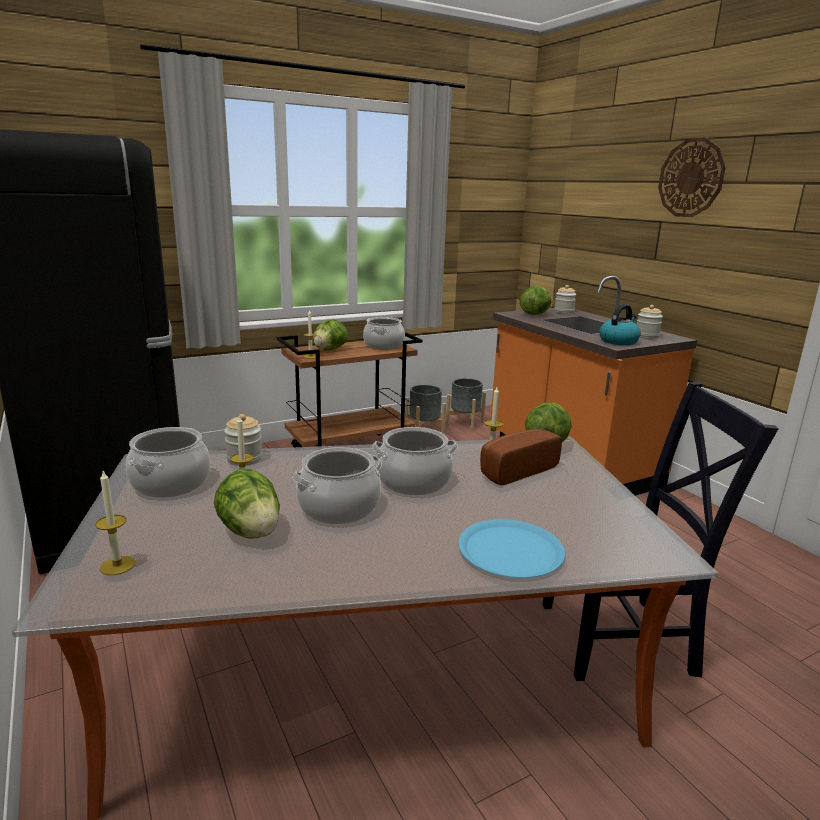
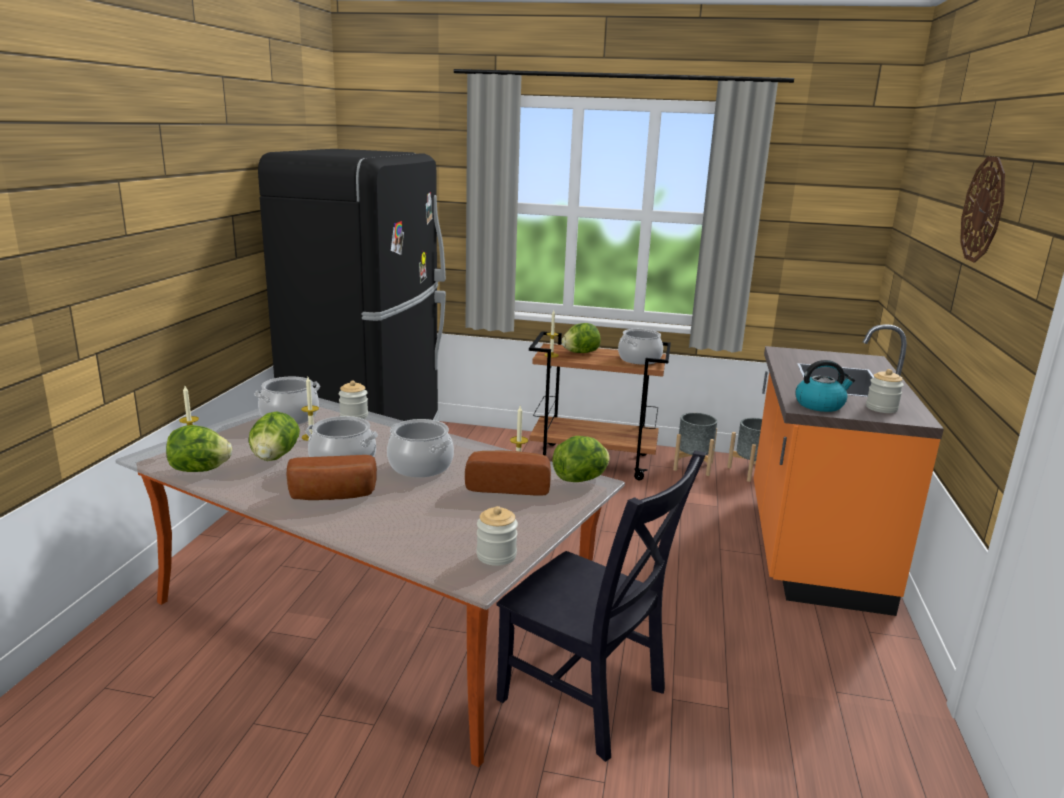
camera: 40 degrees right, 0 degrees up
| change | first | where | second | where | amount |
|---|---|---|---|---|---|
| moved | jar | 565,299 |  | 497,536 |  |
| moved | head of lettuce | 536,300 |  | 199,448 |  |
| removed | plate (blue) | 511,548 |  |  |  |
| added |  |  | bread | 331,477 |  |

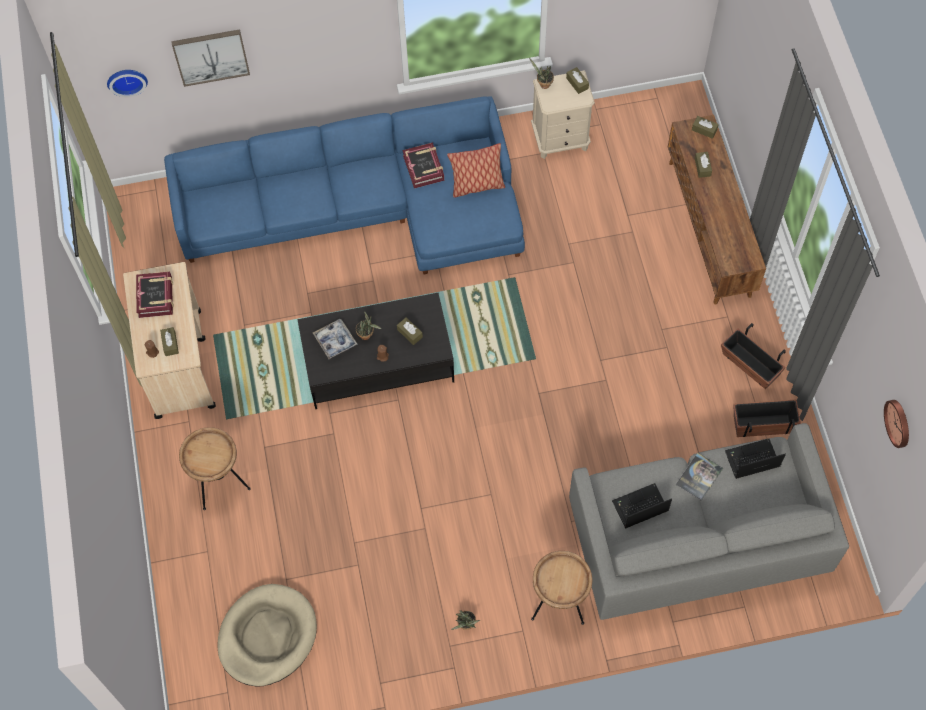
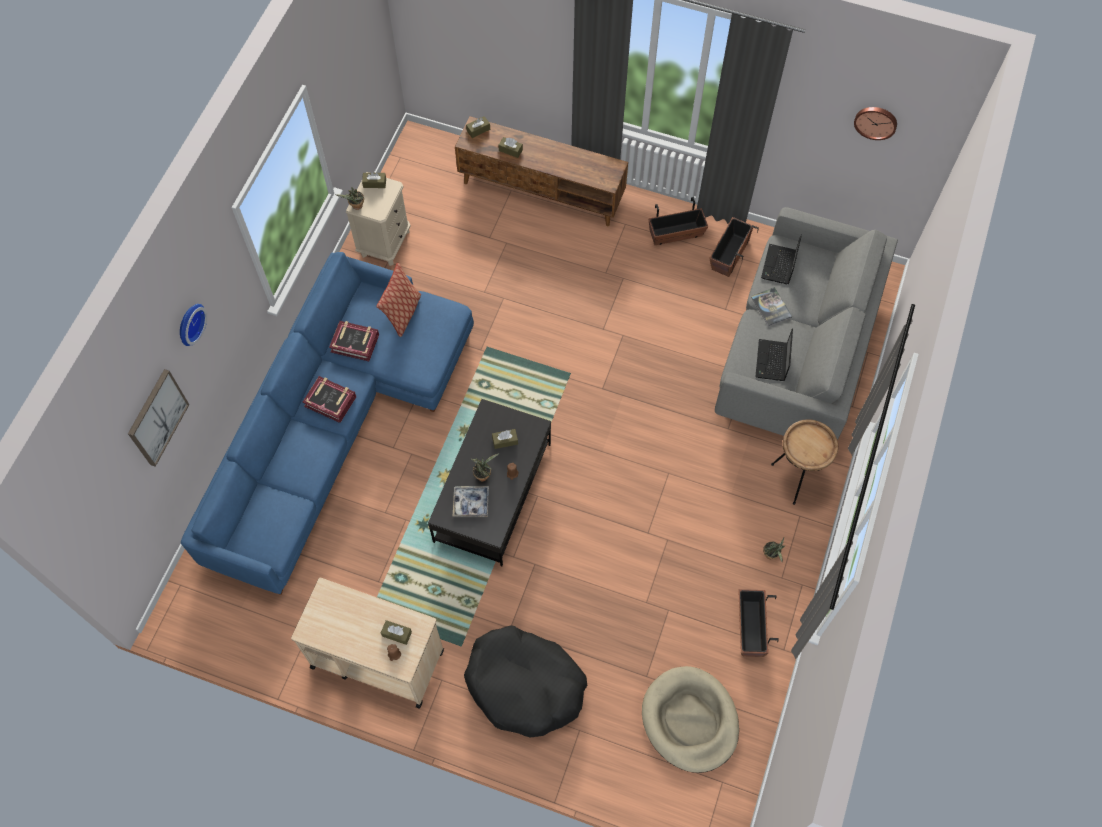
camera: 60 degrees left, 0 degrees up
| change | first | where | second | where | amount |
|---|---|---|---|---|---|
| moved | clock on the wall | 127,83 |  | 193,325 |  |
| moved | bound book | 155,294 |  | 329,399 |  |
| replaced | accent table (brown-coloured) | 215,468 | pet bed (blackish) | 525,681 |  |
| added |  |  | plant pot | 758,623 |  |

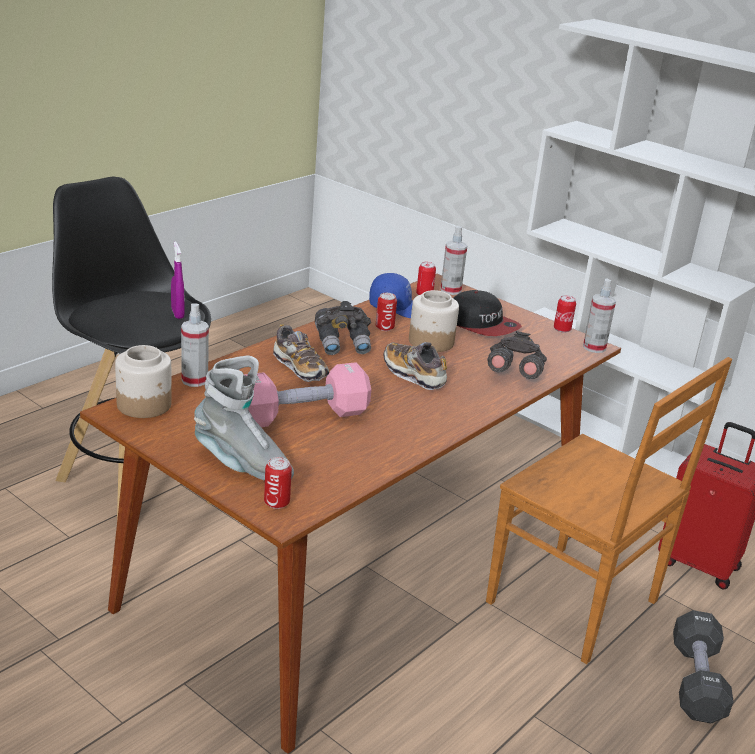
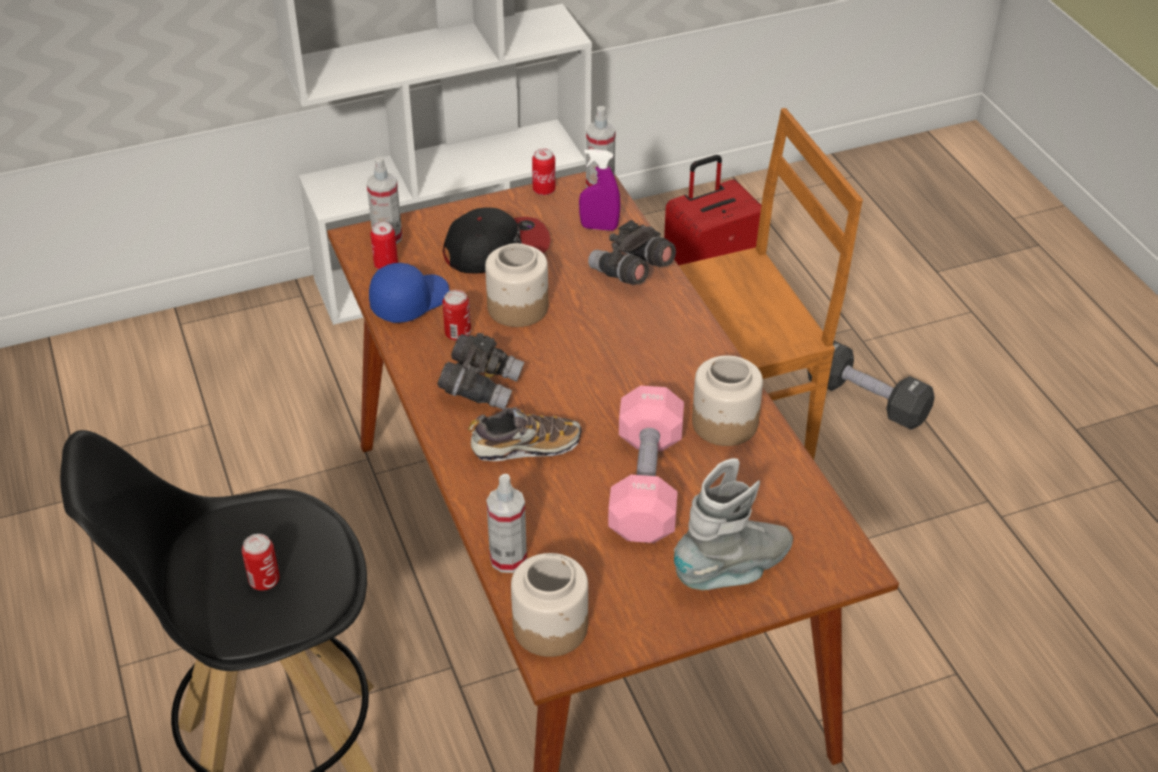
camera: 60 degrees left, 15 degrees up
| change | first | where | second | where | amount |
|---|---|---|---|---|---|
| moved | spray bottle (purple-coloured) | 177,280 |  | 599,190 |  |
| removed | shoe | 415,366 |  |  |  |
| moved | can | 278,483 |  | 261,562 |  |
| added |  |  | jar | 727,401 |  |

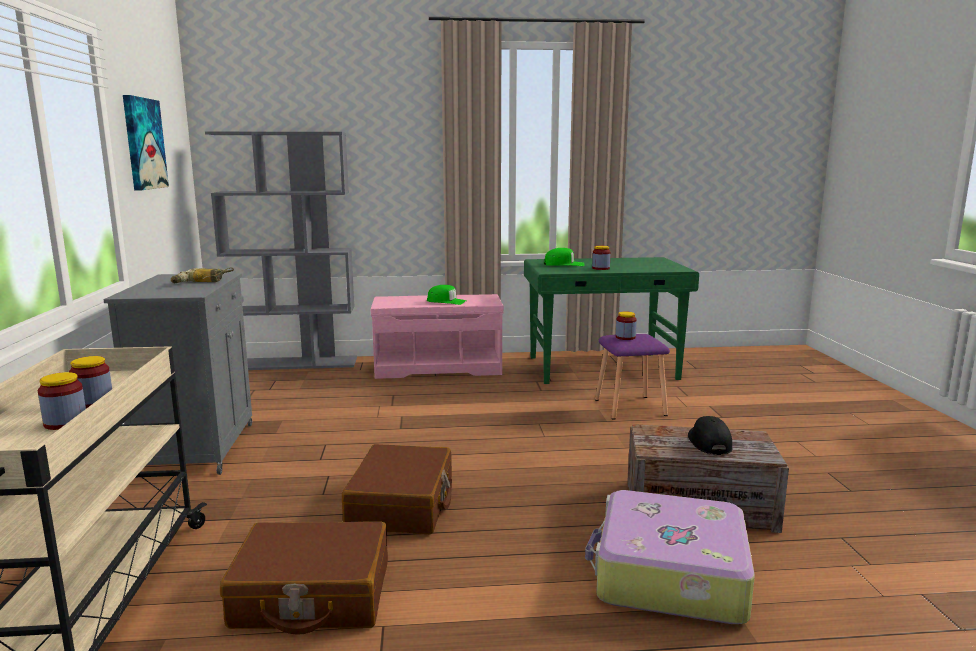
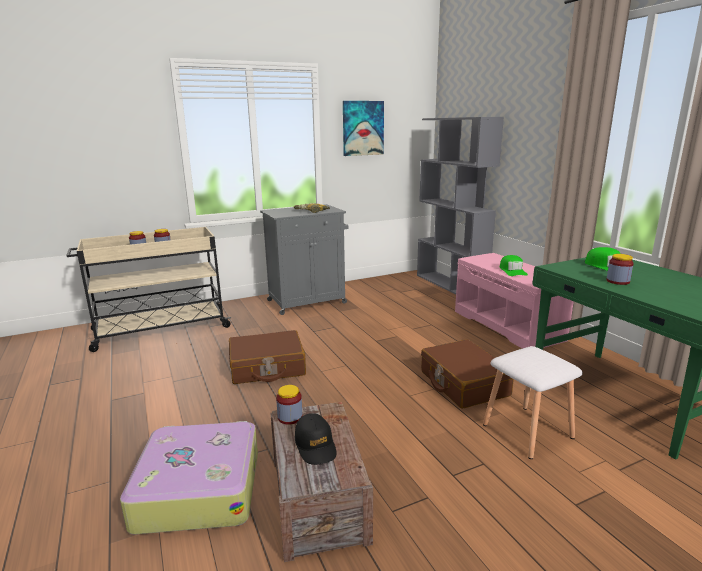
camera: 70 degrees right, 5 degrees up
| change | first | where | second | where | amount |
|---|---|---|---|---|---|
| moved | jar | 626,325 |  | 289,405 |  |
| recoloured | sitting stool (purple-coloured) | 632,377 | sitting stool (white) | 533,402 |  |
| turned | baseball cap (blackish) | 710,435 |  | 316,439 | 90 degrees clockwise |
| moved | suitcase (brown-coloured) | 304,578 |  | 467,374 |  |

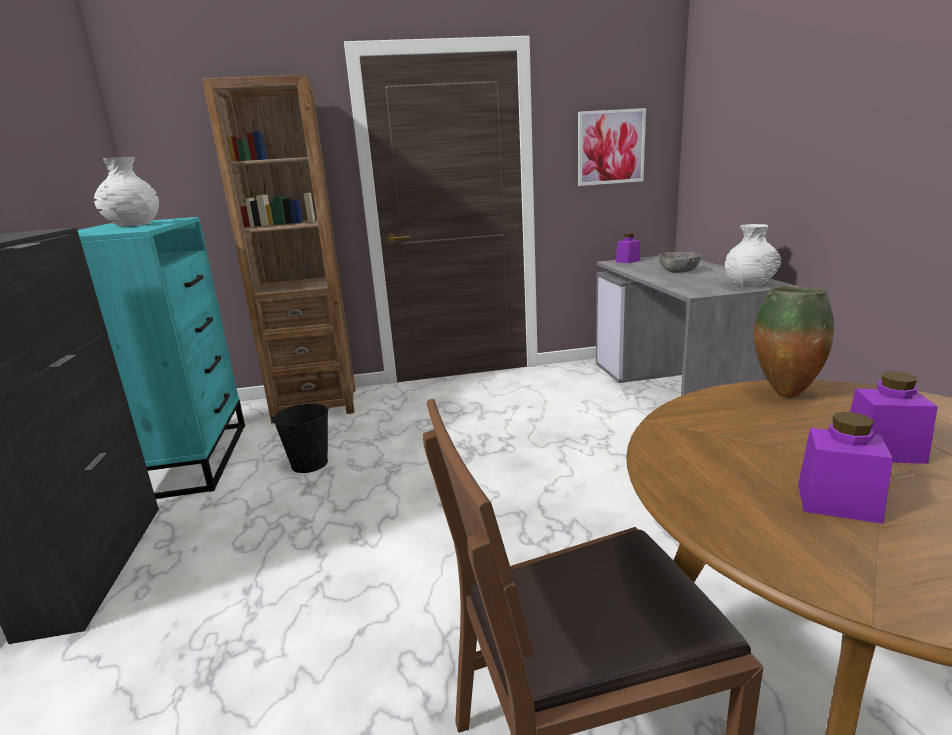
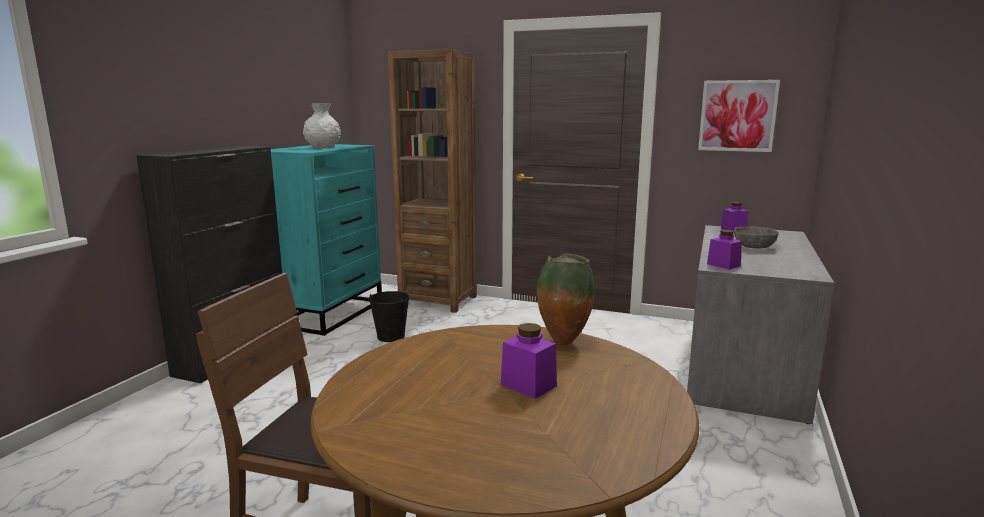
camera: 30 degrees right, 5 degrees down
| change | first | where | second | where | amount |
|---|---|---|---|---|---|
| removed | vase (white) | 753,255 |  |  |  |
| moved | jar (purple-coloured) | 845,468 |  | 724,250 |  |

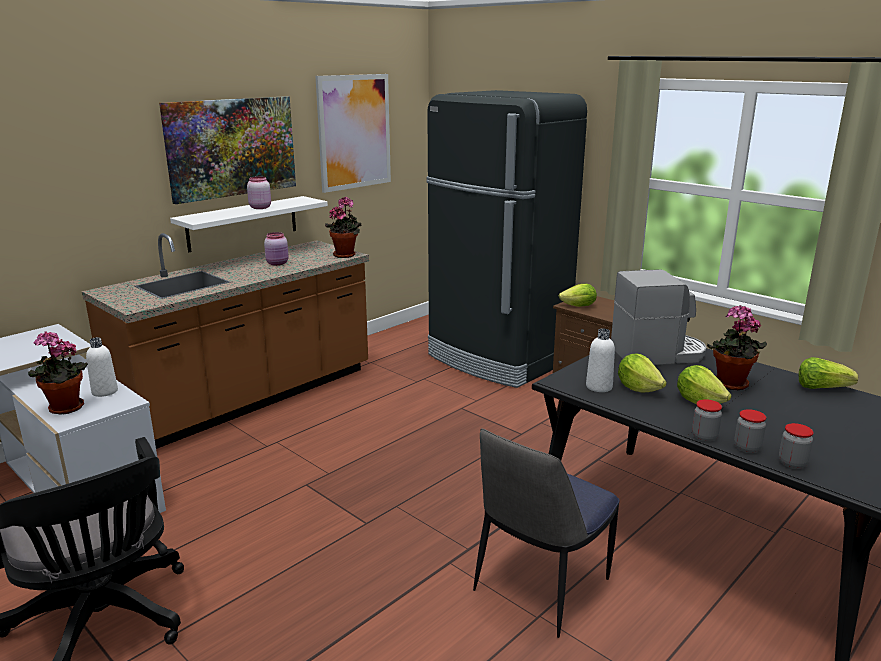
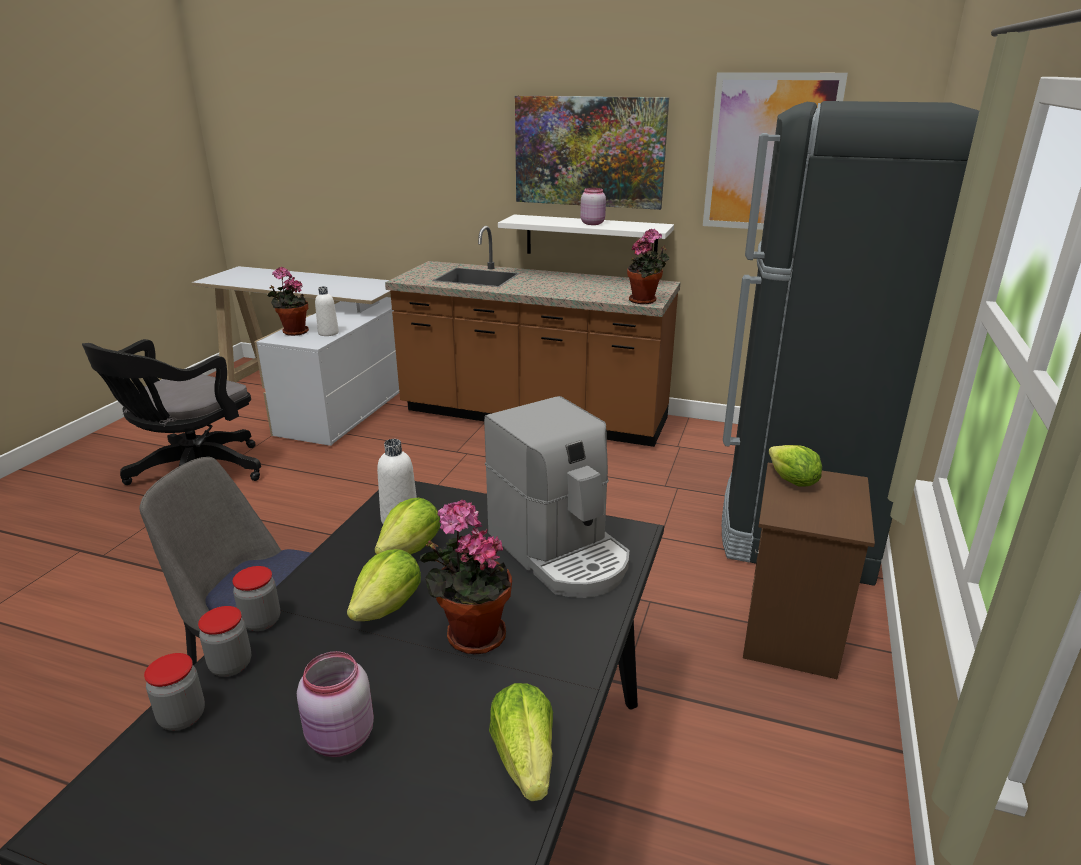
camera: 65 degrees right, 5 degrees up
| change | first | where | second | where | amount |
|---|---|---|---|---|---|
| moved | jar (pink-coloured) | 276,249 |  | 335,704 |  |

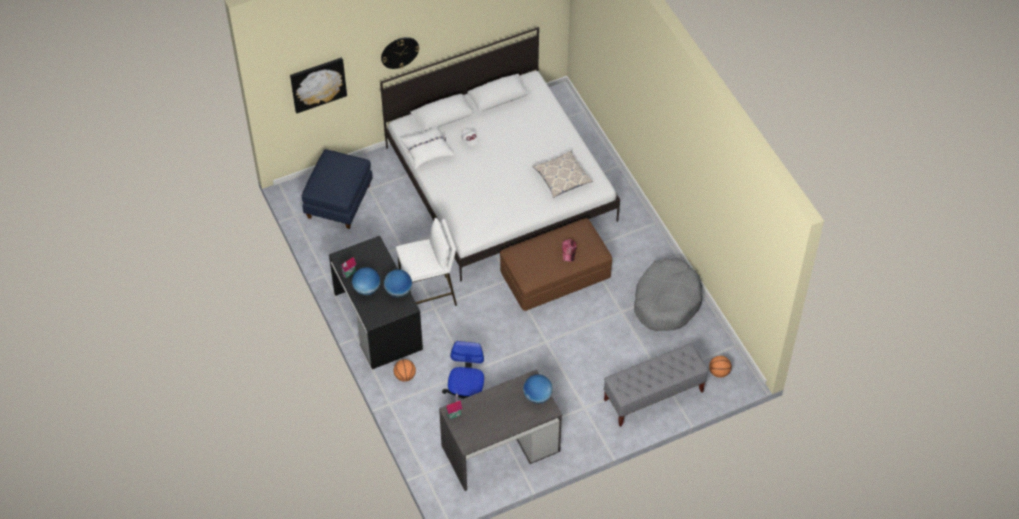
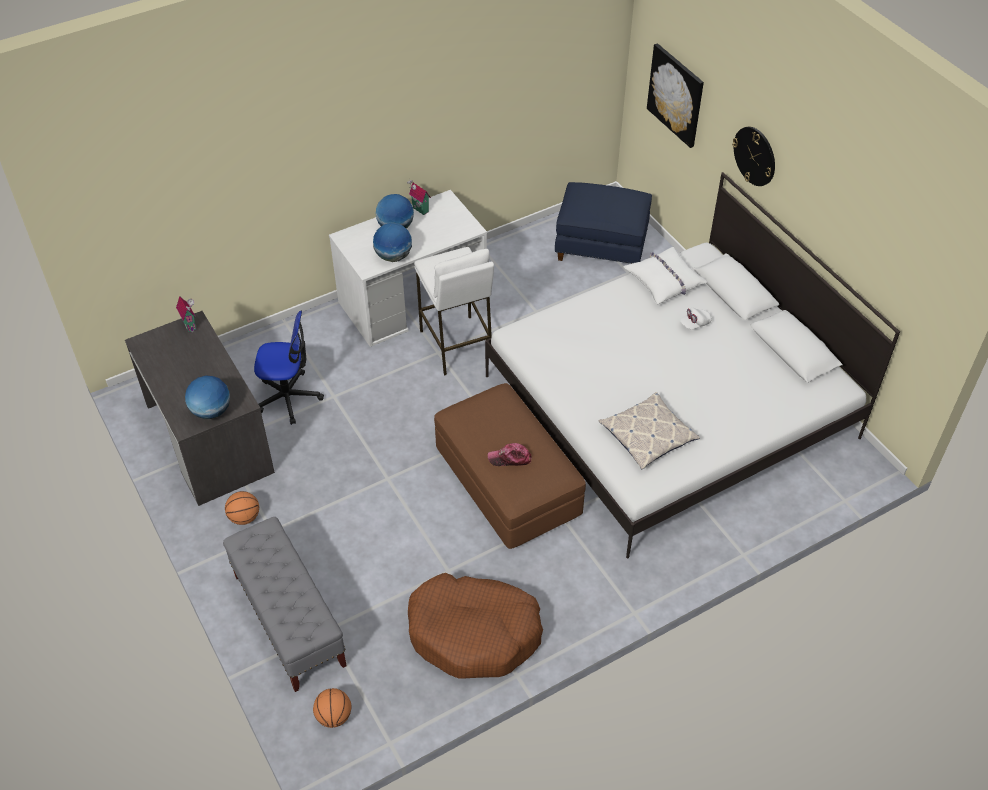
camera: 85 degrees right, 5 degrees down
| change | first | where | second | where | amount |
|---|---|---|---|---|---|
| recoloured | desk (blackish) | 376,302 | desk (white) | 408,268 |  |
| recoloured | pet bed (grey) | 668,294 | pet bed (brown-coloured) | 475,626 |  |
| moved | ball for basketball | 404,370 |  | 242,508 |  |

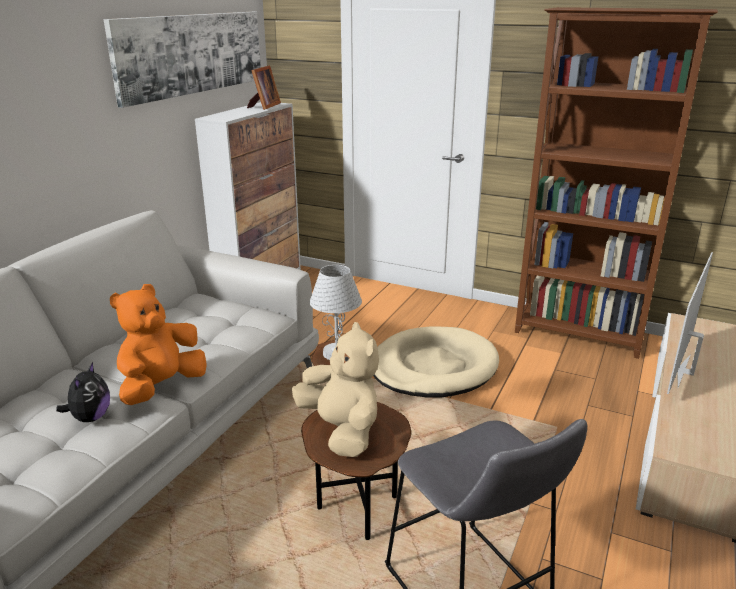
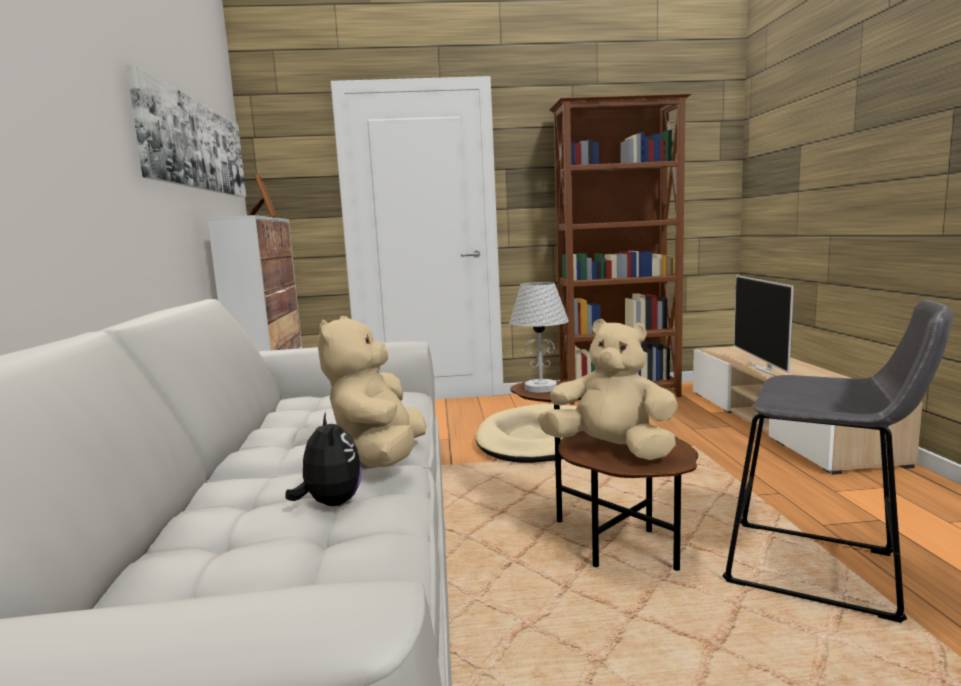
camera: 30 degrees left, 15 degrees down
| change | first | where | second | where | amount |
|---|---|---|---|---|---|
| recoloured | soft toy (orange-coloured) | 158,344 | soft toy (beige-coloured) | 372,391 |  |

